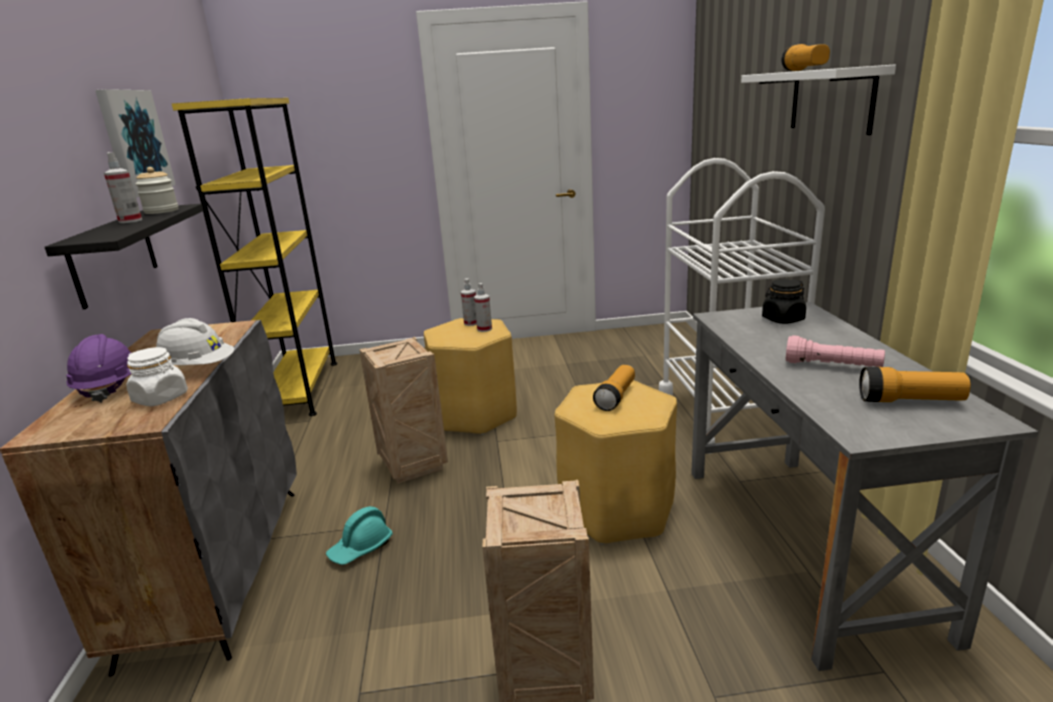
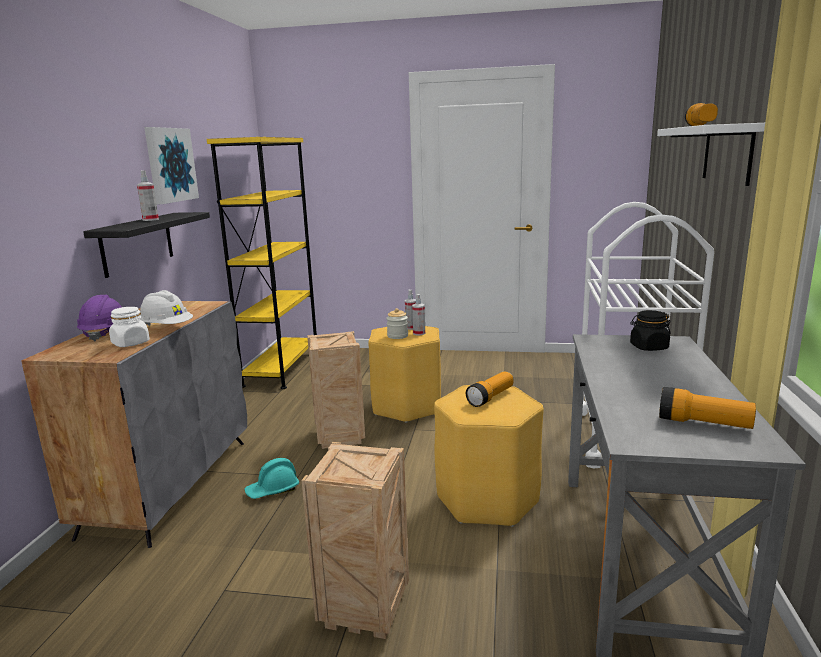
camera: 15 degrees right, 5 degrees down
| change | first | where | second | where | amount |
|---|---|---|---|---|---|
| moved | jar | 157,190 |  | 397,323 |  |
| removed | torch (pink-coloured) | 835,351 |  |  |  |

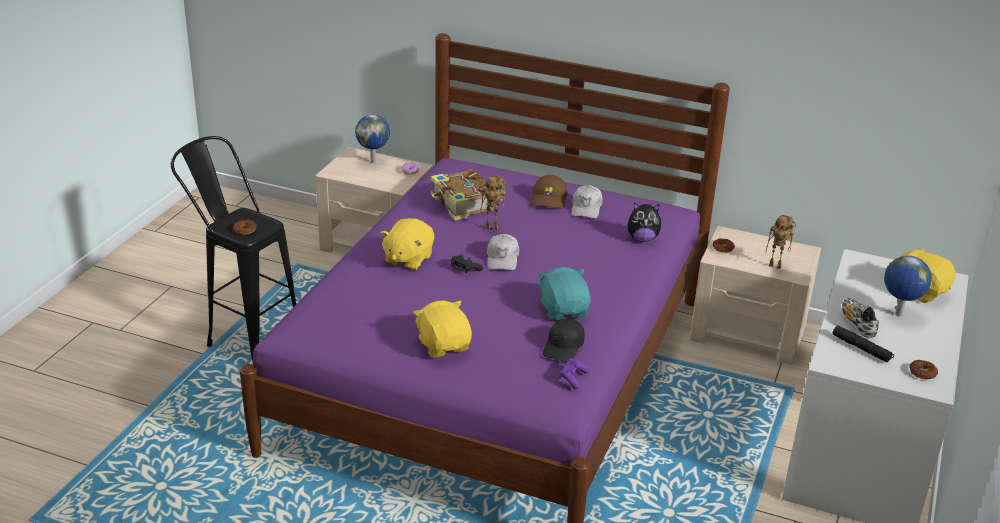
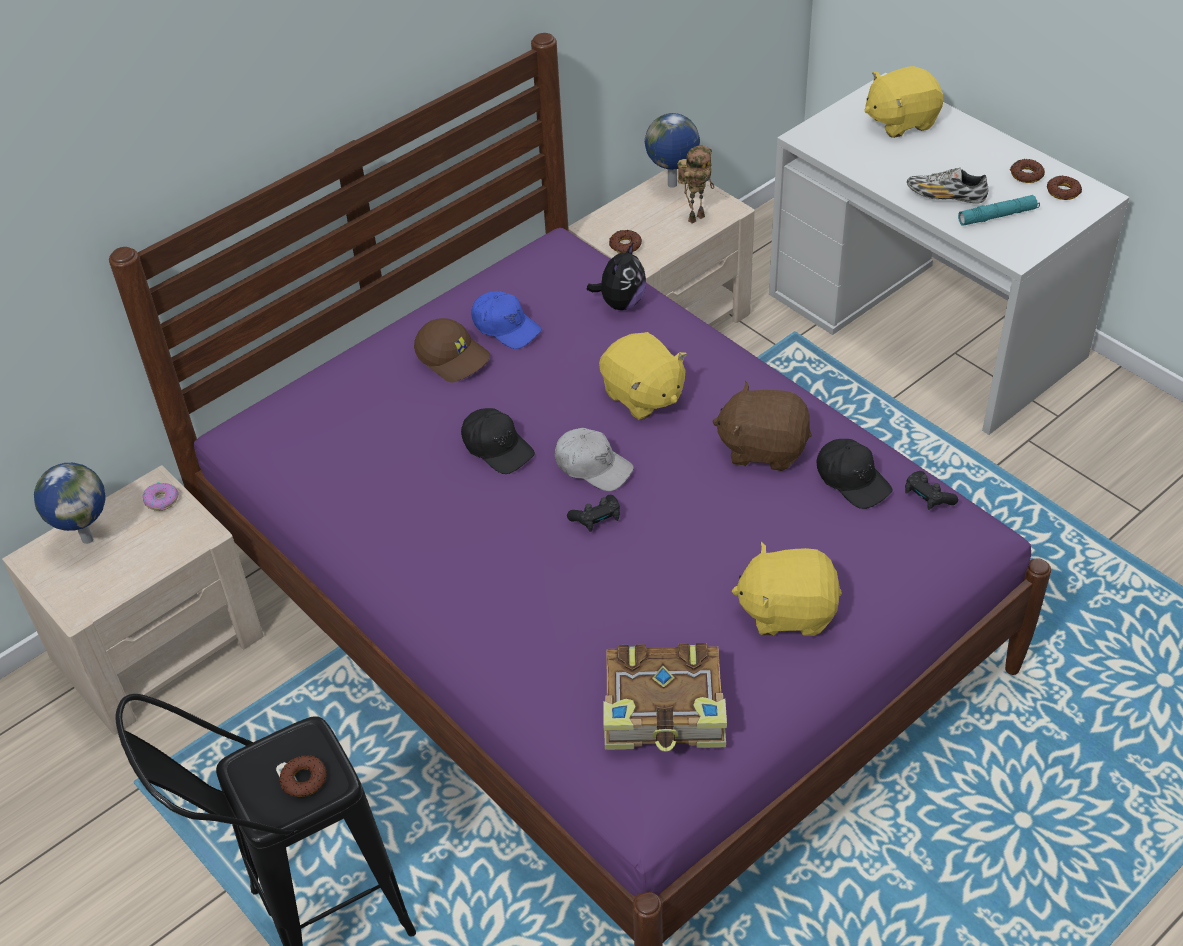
camera: 60 degrees left, 15 degrees up
| change | first | where | second | where | amount |
|---|---|---|---|---|---|
| moved | bound book | 463,194 |  | 665,697 |  |
| replaced | robot figure | 493,203 | baseball cap (blackish) | 498,441 |  |
| recoloured | baseball cap (white) | 587,201 | baseball cap (blue) | 506,320 |  |
| moved | soft toy (yellow) | 407,244 |  | 643,376 |  |
| moved | desk globe | 908,286 |  | 672,150 |  |
| recoloured | soft toy (turquoise) | 564,293 | soft toy (brown-coloured) | 762,426 |  |
| recoloured | torch (blackish) | 863,343 | torch (turquoise) | 999,210 |  |
| recoloured | joypad (purple-coloured) | 574,373 | joypad (blackish) | 931,490 |  |
| added |  |  | doughnut | 1027,171 |  |

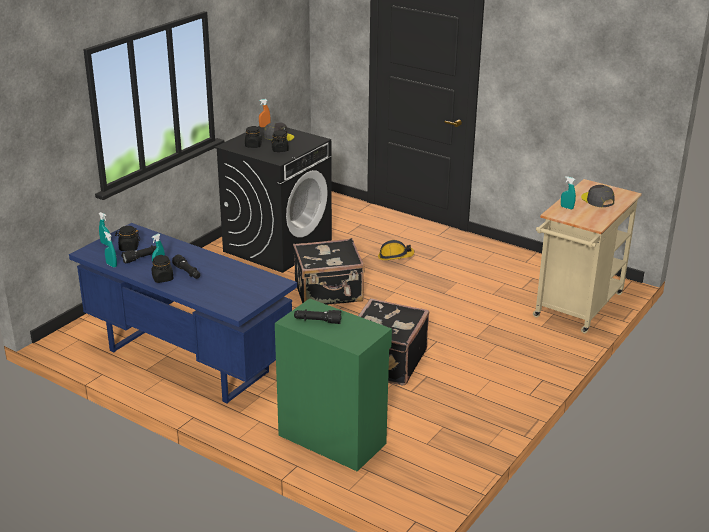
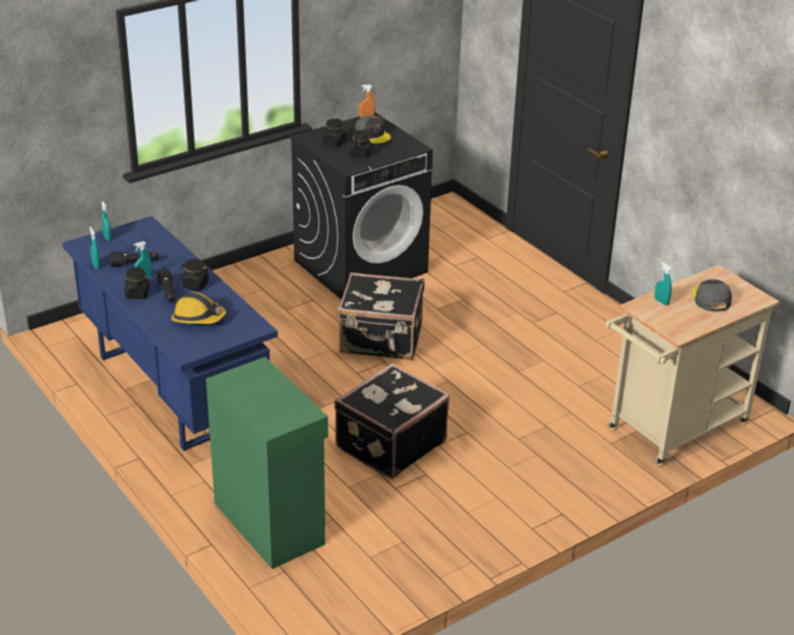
camera: 20 degrees right, 5 degrees up
| change | first | where | second | where | amount |
|---|---|---|---|---|---|
| moved | jar (blackish) | 127,238 |  | 194,274 |  |
| moved | hard hat | 396,250 |  | 198,308 |  |
| removed | torch (blackish) | 318,316 |  |  |  |

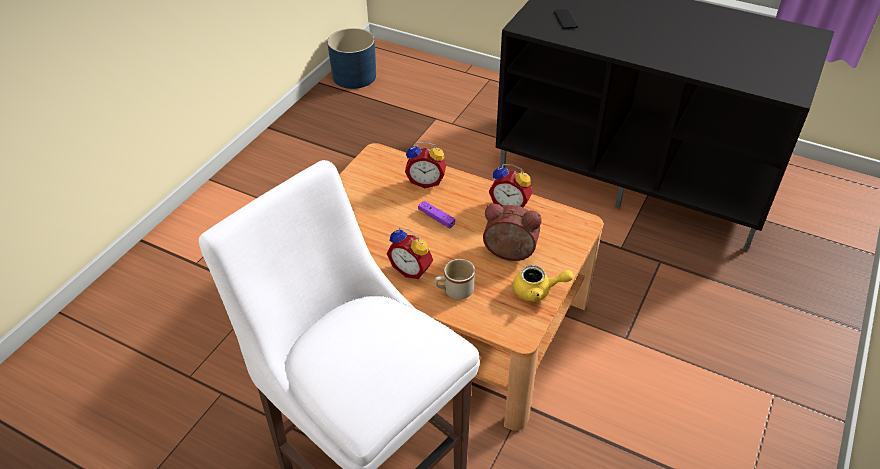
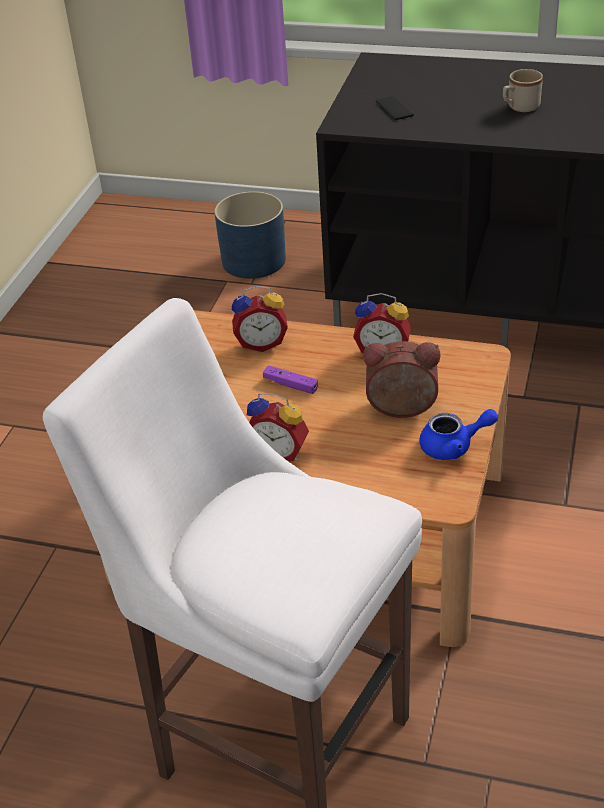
camera: 10 degrees left, 5 degrees down
| change | first | where | second | where | amount |
|---|---|---|---|---|---|
| moved | plant pot (blue) | 351,58 |  | 250,235 |  |
| moved | mug (beige-coloured) | 455,279 |  | 523,90 |  |
| recoloured | tea pot (yellow) | 543,283 | tea pot (blue) | 458,434 |  |

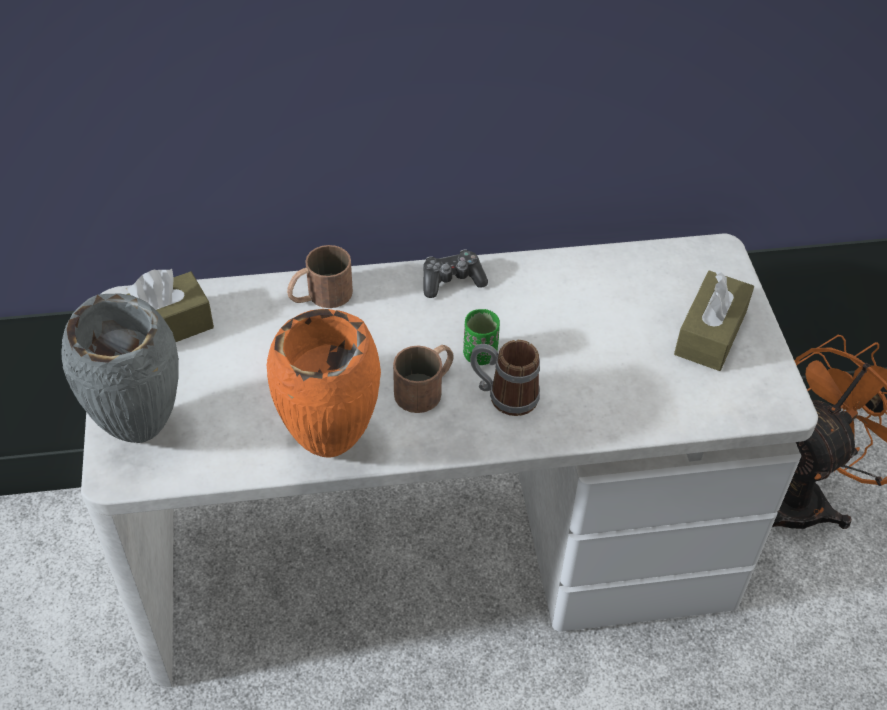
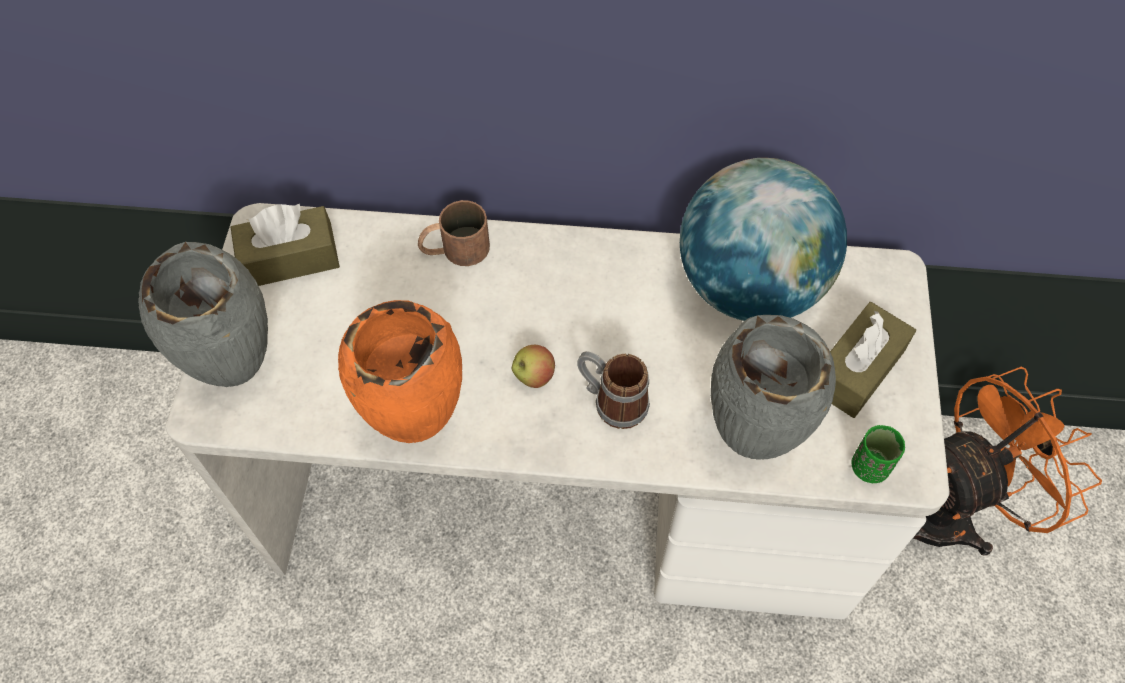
camera: 15 degrees right, 10 degrees up
| change | first | where | second | where | amount |
|---|---|---|---|---|---|
| removed | joypad | 455,274 |  |  |  |
| moved | drinking cup (green) | 481,337 |  | 878,454 |  |
| replaced | mug (brown-coloured) | 423,379 | apple | 533,366 |  |
| added |  |  | desk globe | 763,239 |  |
| added |  |  | vase (grey) | 773,387 |  |

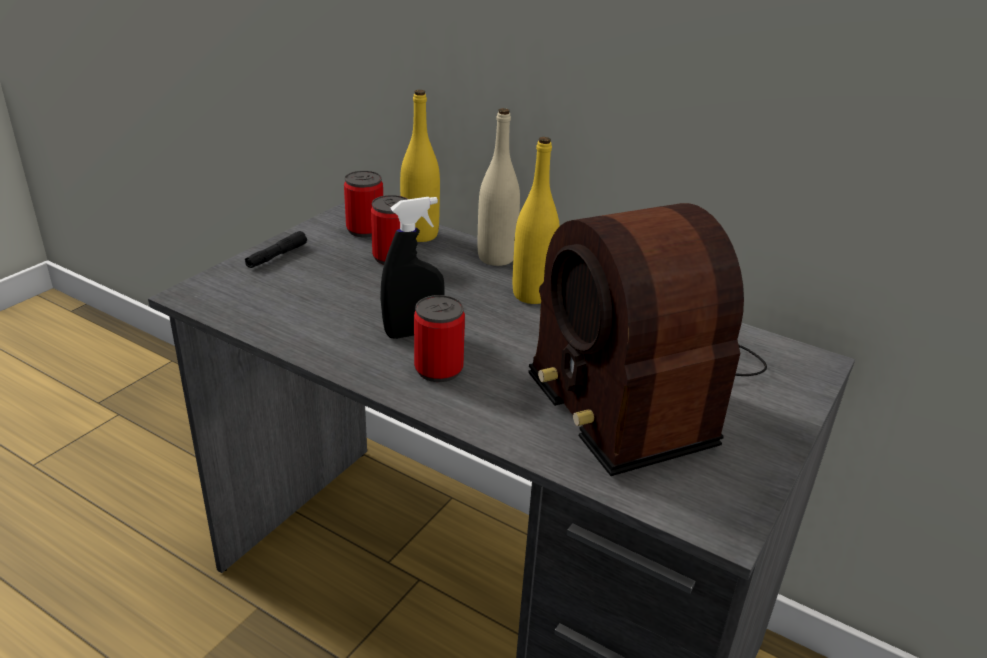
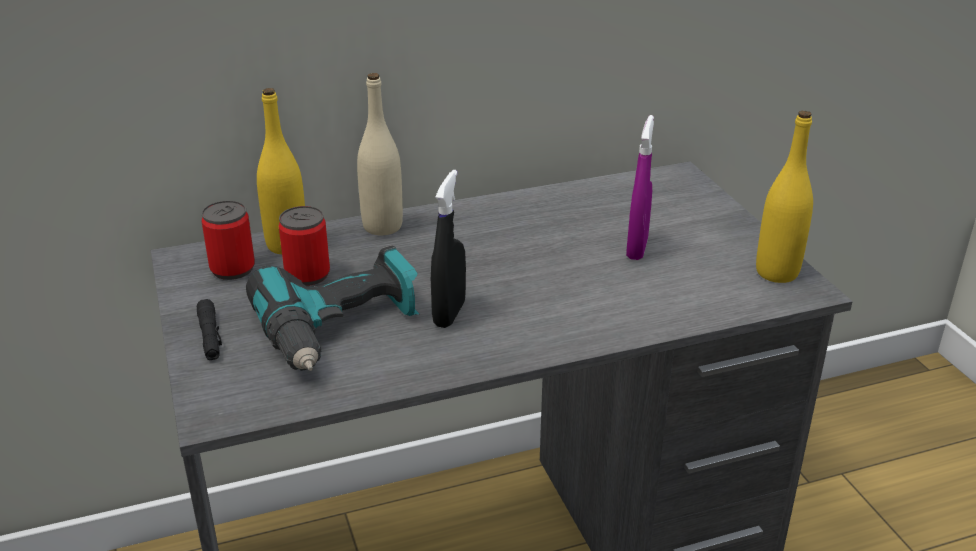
camera: 50 degrees left, 0 degrees up
| change | first | where | second | where | amount |
|---|---|---|---|---|---|
| moved | beverage bottle (yellow) | 536,220 |  | 784,197 |  |
| replaced | radio receiver | 647,339 | spray bottle (purple-coloured) | 640,187 |  |
| removed | can | 439,338 |  |  |  |
| added |  |  | electric drill | 332,308 |  |

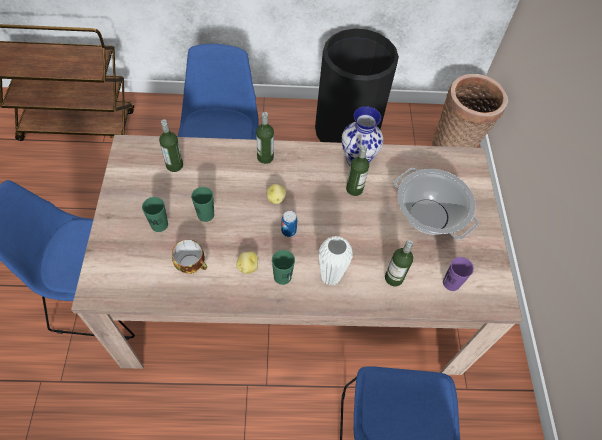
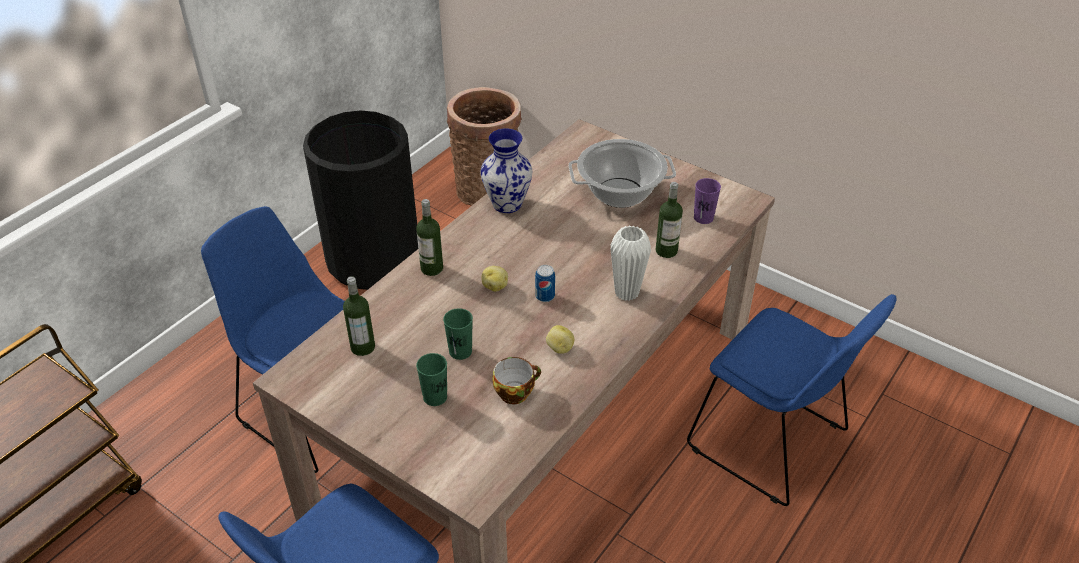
camera: 50 degrees left, 15 degrees down
| change | first | where | second | where | amount |
|---|---|---|---|---|---|
| removed | beverage bottle | 357,170 |  |  |  |
| removed | drinking cup (green) | 283,267 |  |  |  |

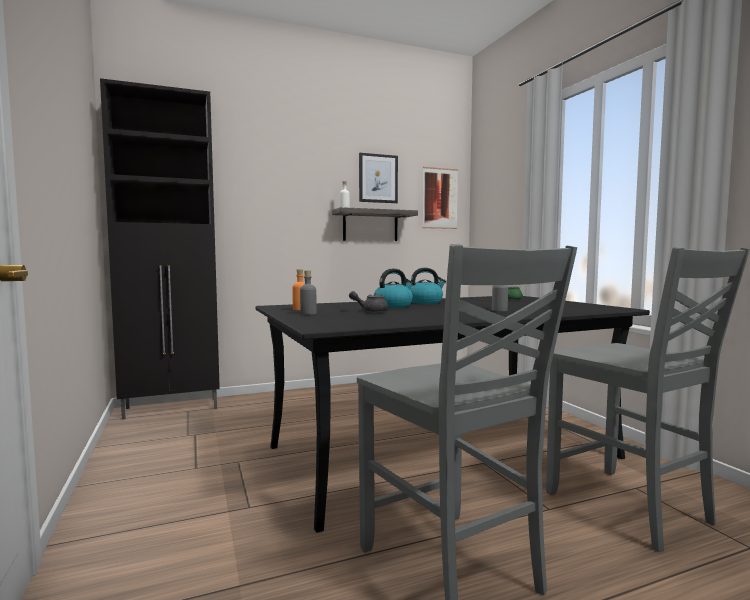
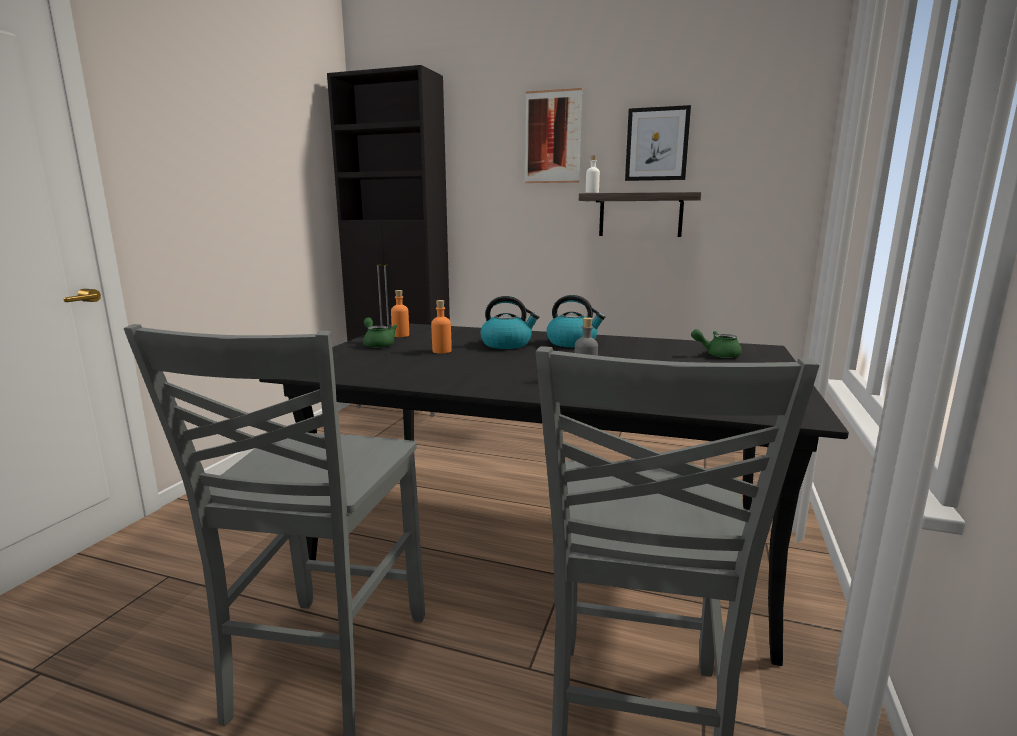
camera: 40 degrees right, 10 degrees up
| change | first | where | second | where | amount |
|---|---|---|---|---|---|
| moved | wall art | 440,198 |  | 553,135 |  |
| replaced | beverage bottle (grey) | 308,292 | tea pot (green) | 380,333 |  |
| replaced | tea pot (grey) | 368,302 | beverage bottle (orange-coloured) | 441,327 |  |

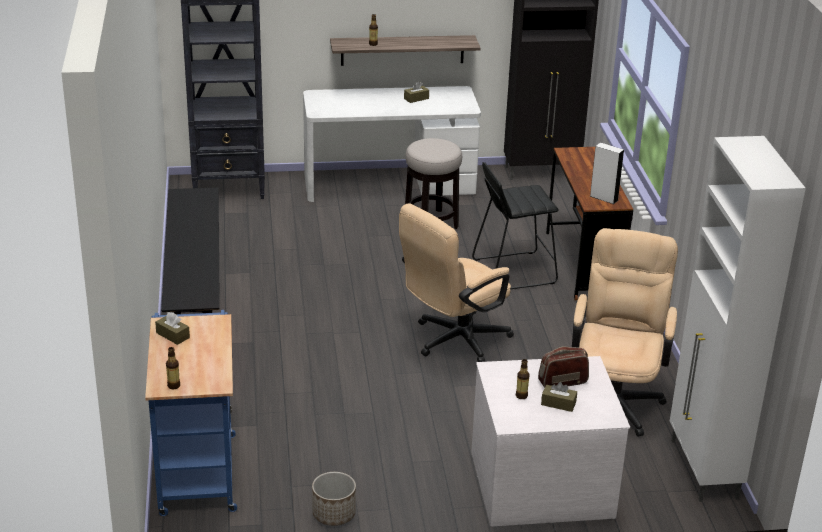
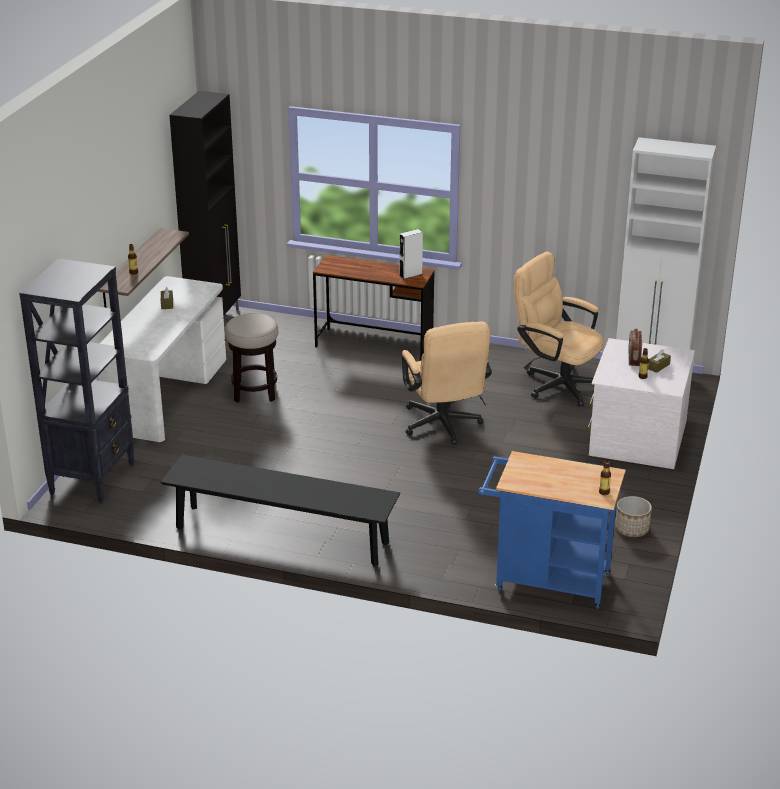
camera: 65 degrees left, 0 degrees up
| change | first | where | second | where | amount |
|---|---|---|---|---|---|
| removed | sitting stool (blackish) | 515,225 |  |  |  |
| removed | tissue box (brown-coloured) | 172,328 |  |  |  |

